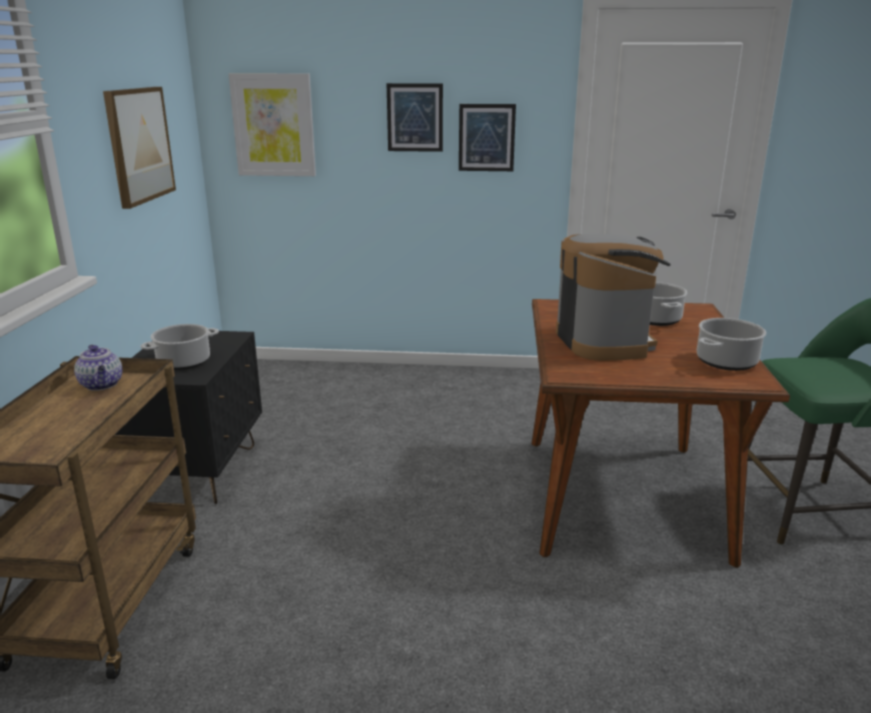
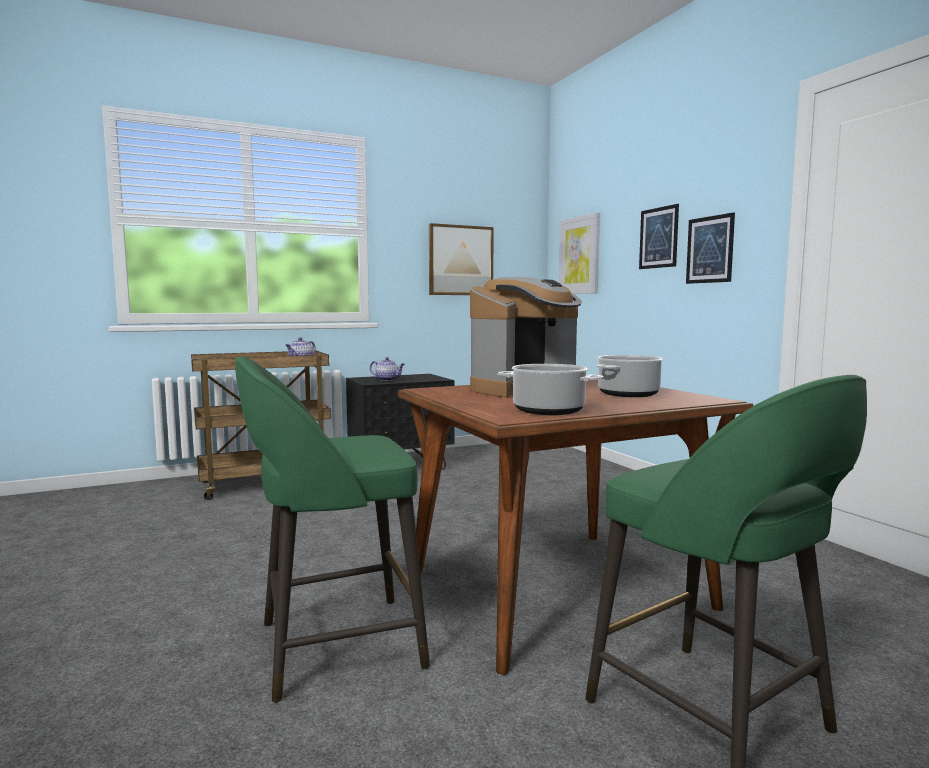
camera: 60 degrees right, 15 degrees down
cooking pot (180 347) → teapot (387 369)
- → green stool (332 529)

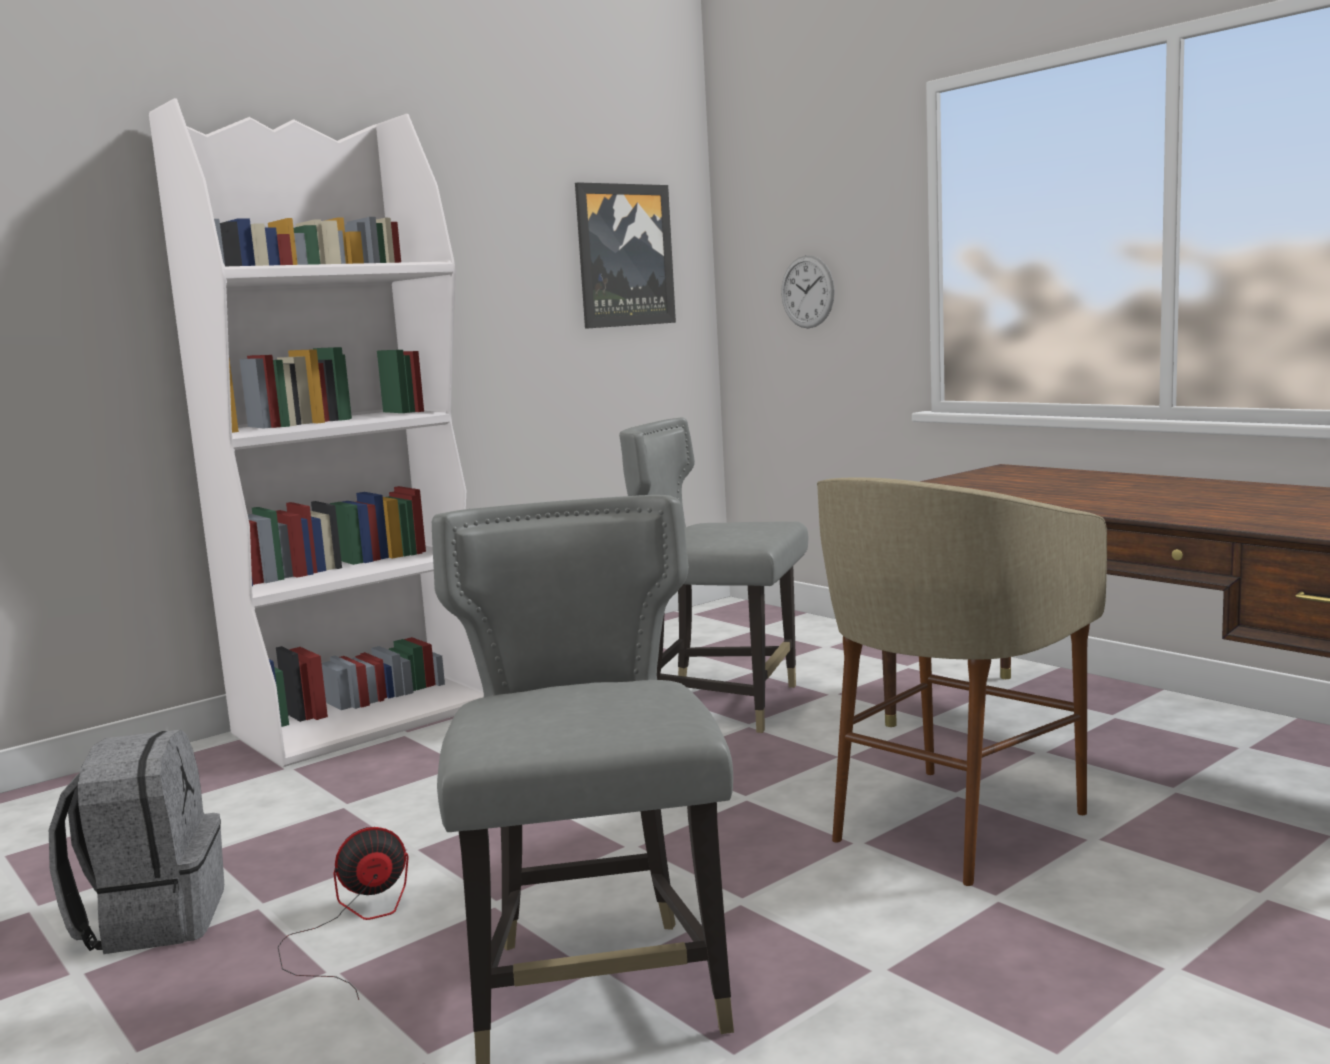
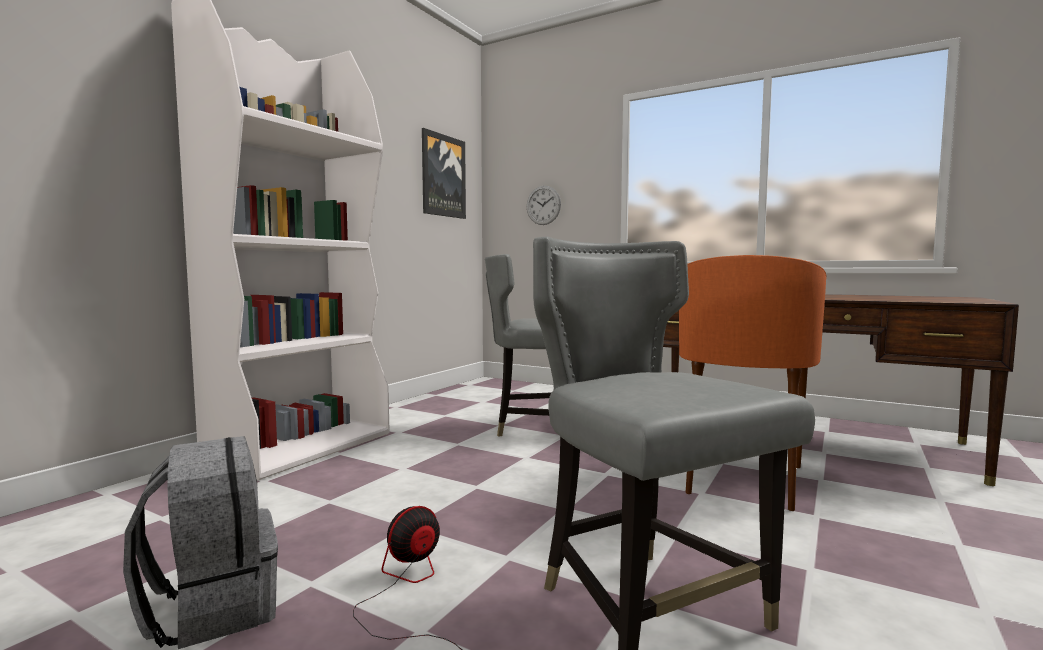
camera: 20 degrees left, 5 degrees down
beige stool (962 681) → orange stool (752 383)

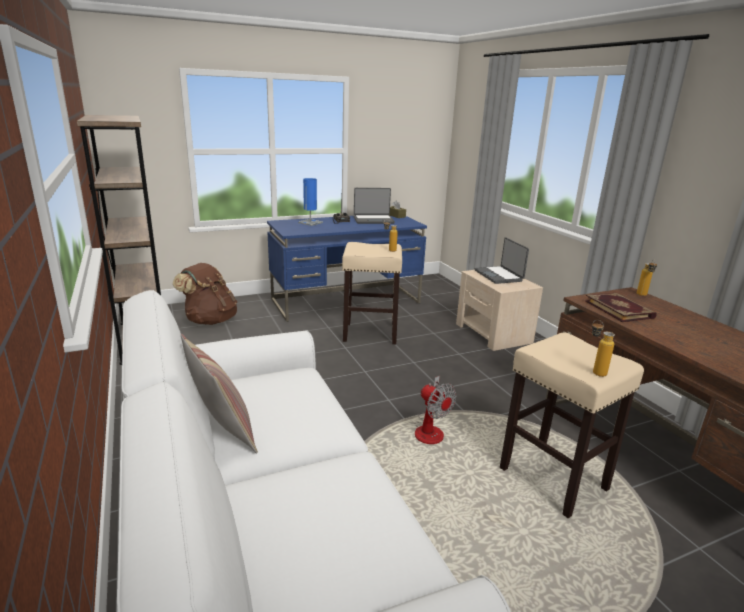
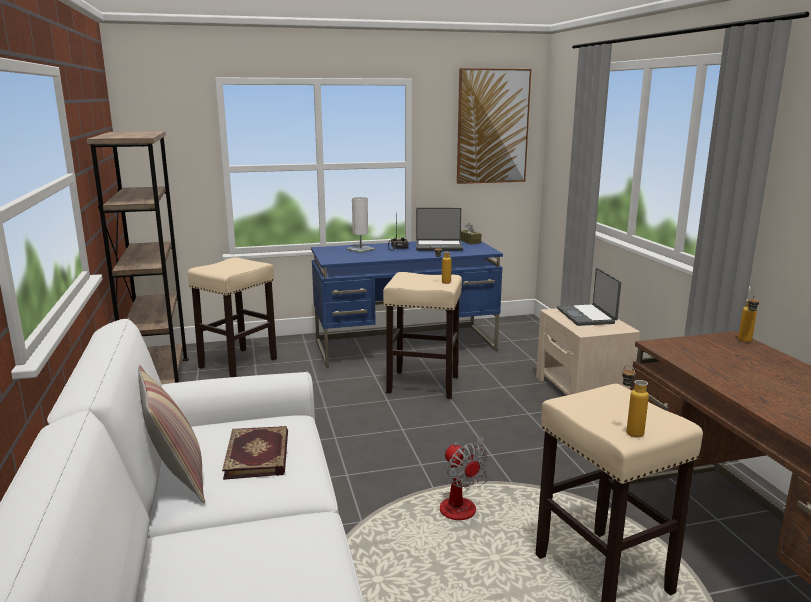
camera: 10 degrees right, 5 degrees down
brown backpack (205 294) → beige stool (232 317)
blue table lamp (310 202) → white table lamp (360 225)
book (620 307) → book (255 453), relocated
- → picture (494 126)

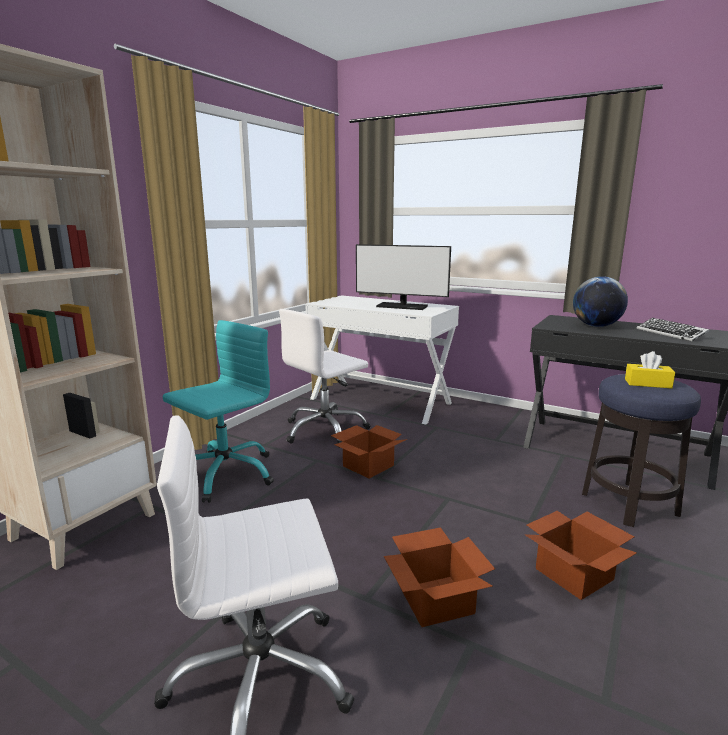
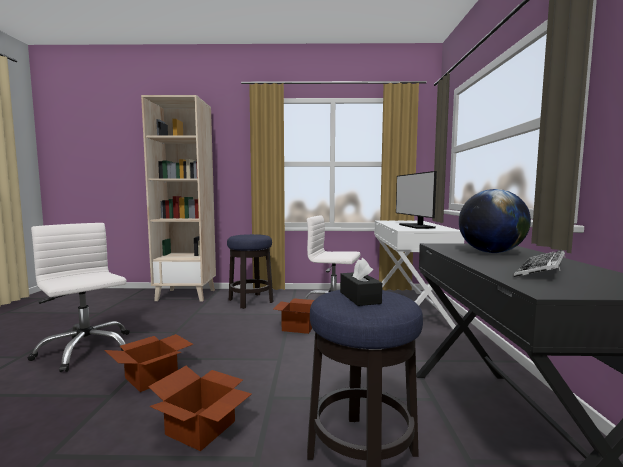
camera: 60 degrees right, 10 degrees down
turquoise office chair (218 411) → stool (250 271)
yellow tissue box (650 370) → black tissue box (361 282)

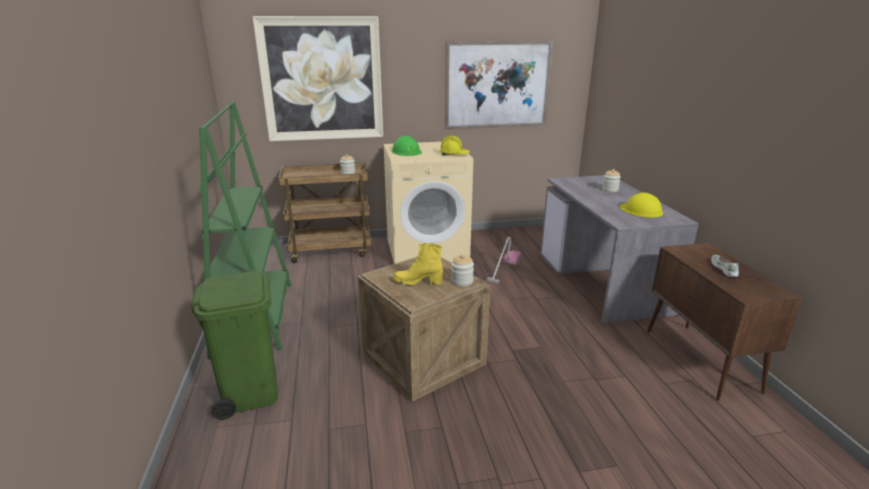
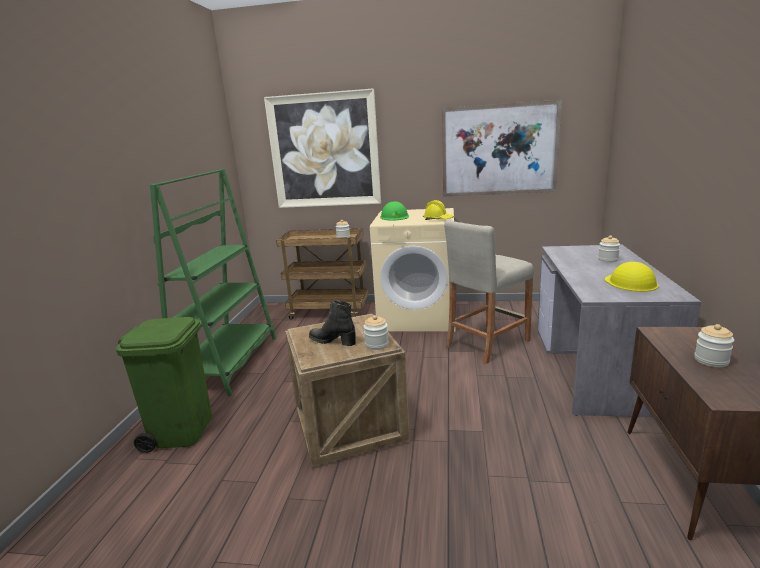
camera: 20 degrees right, 5 degrees down
yellow boot (418 264) → black boot (332 323)
vacuum cleaner (504 260) → beige stool (489 292)
white shoe (725 266) → jar (714 345)

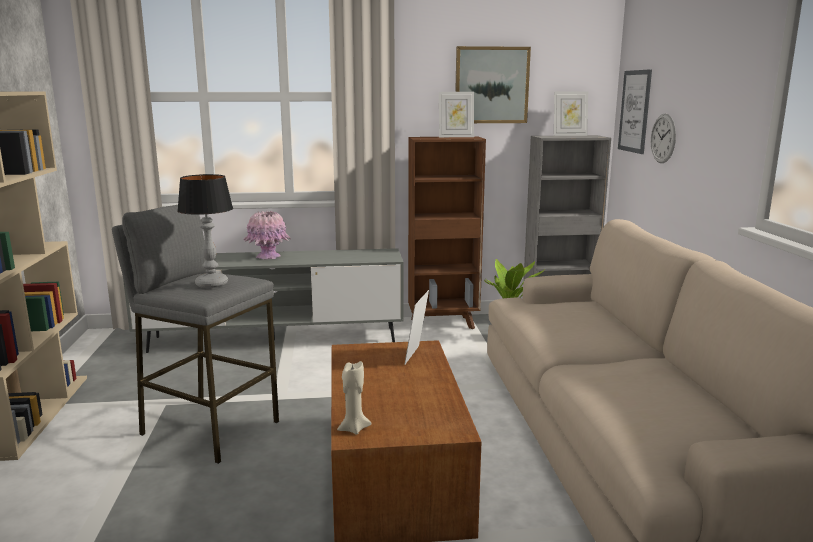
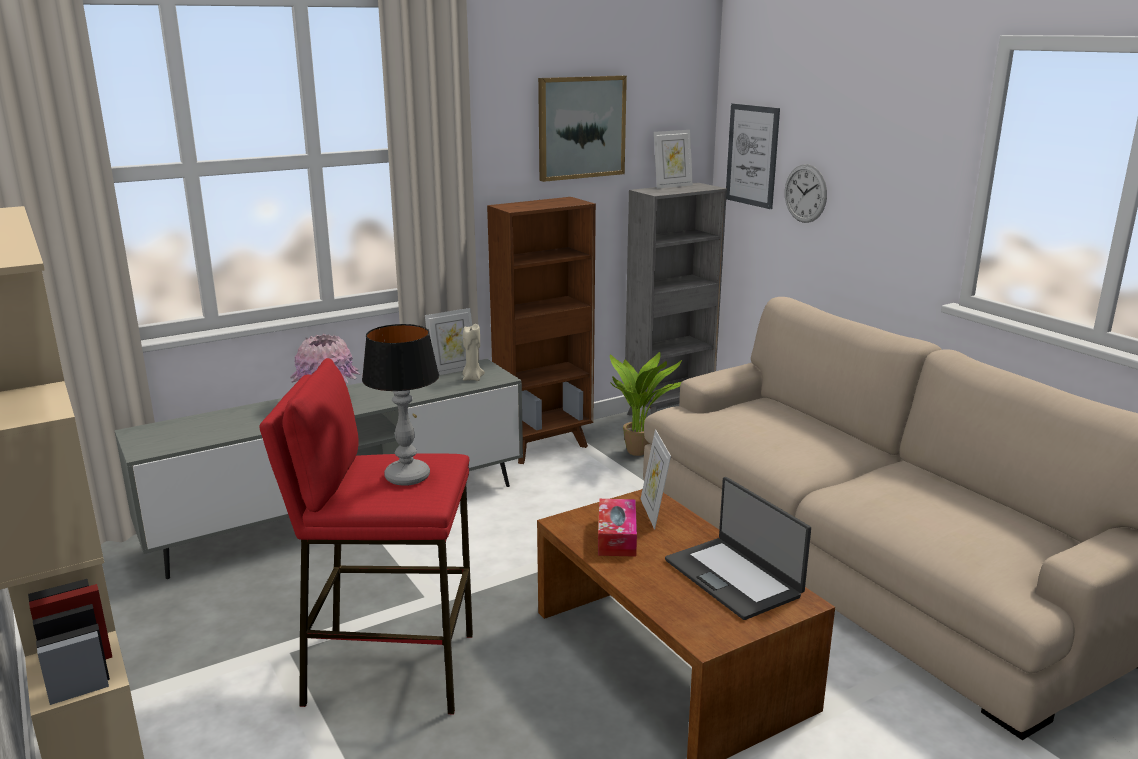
camera: 25 degrees left, 5 degrees up
grey stool (195 334) → red stool (366 536)
beige candle (354 398) → beige candle (474 352), relocated
picture frame (456 114) → picture frame (448 341), relocated
- → tissue box (617 528)
- → laptop (738 548)

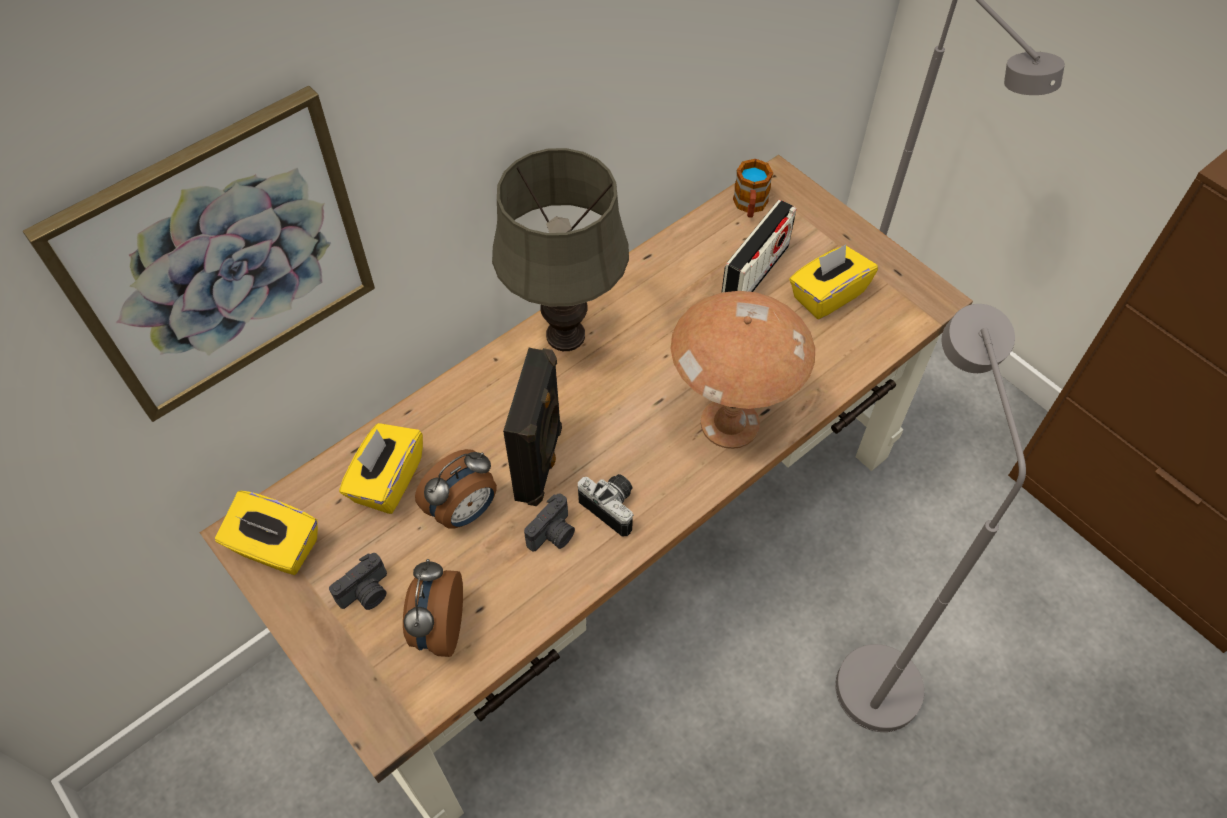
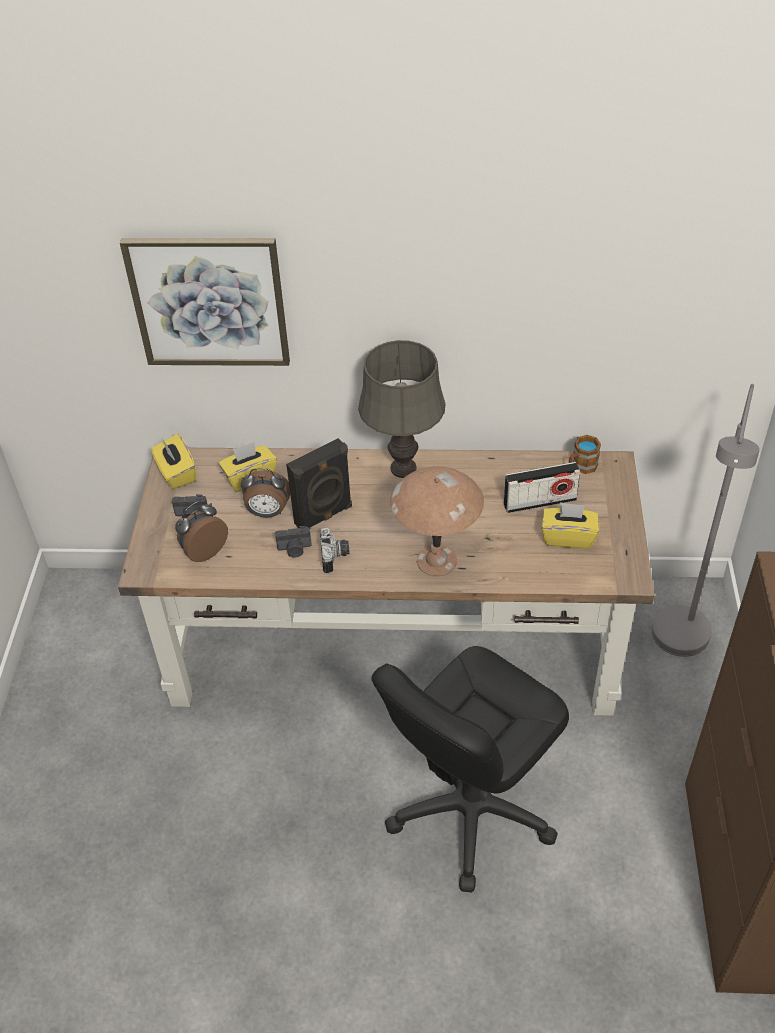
camera: 45 degrees right, 10 degrees down
grey floor lamp (930 518) → black office chair (470 769)

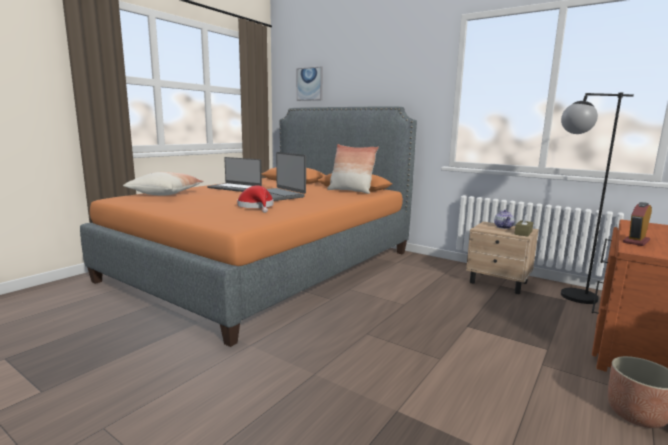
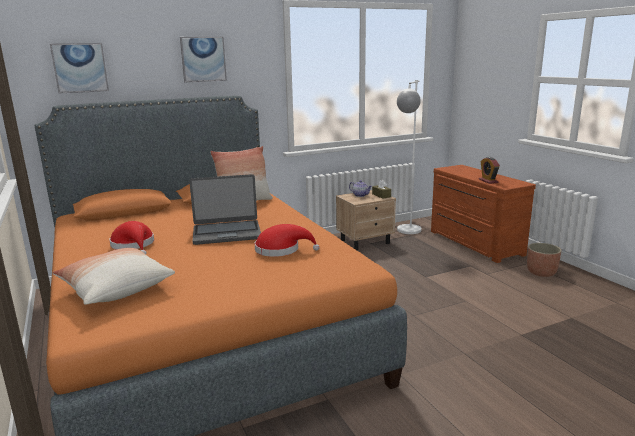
camera: 60 degrees left, 5 degrees up
laptop (234 174) → red hat (131 237)
black floor lamp (597 198) → white floor lamp (409 157)
- → picture (203 59)

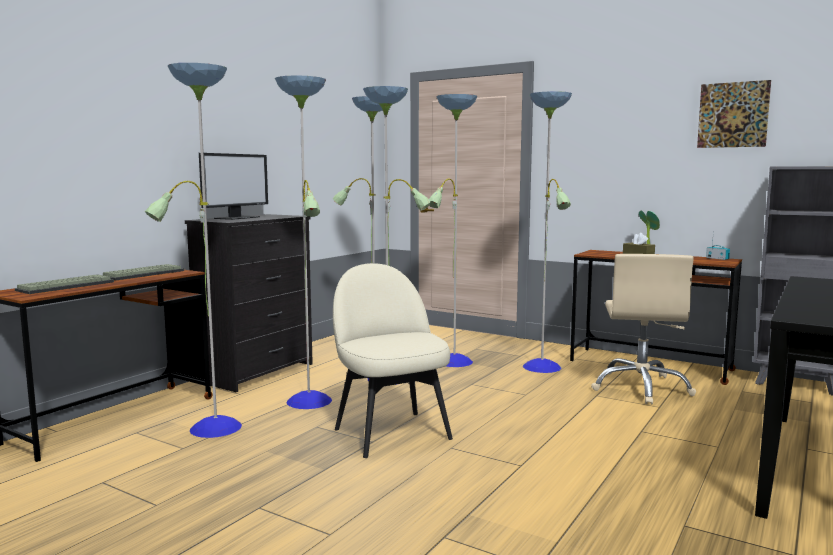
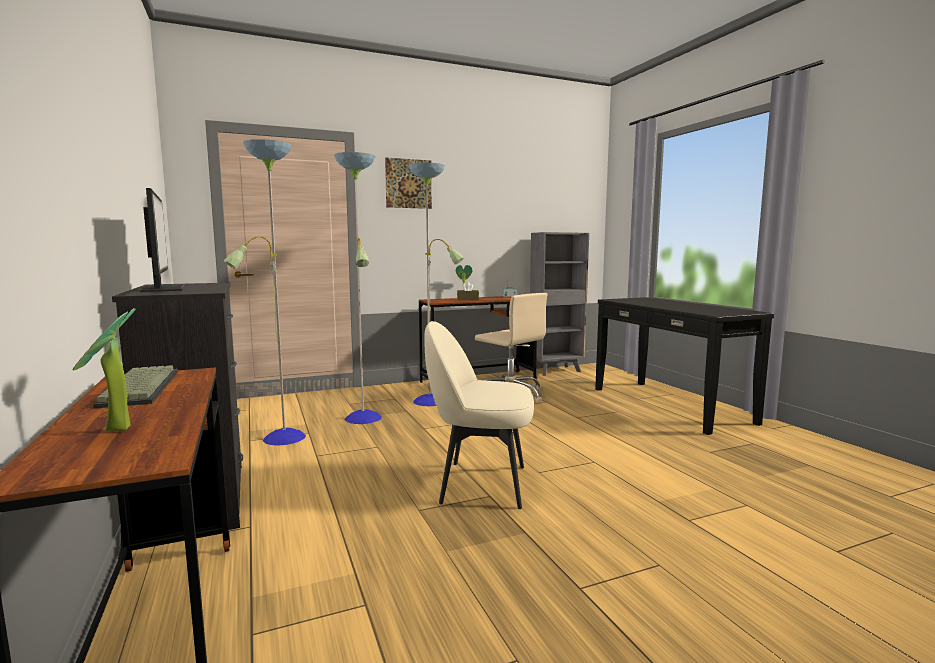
camera: 55 degrees left, 0 degrees up
keyboard (64 284) → potted plant (104 370)
floor lamp (288 250) → -
picture (734 114) → picture (408 183), relocated

